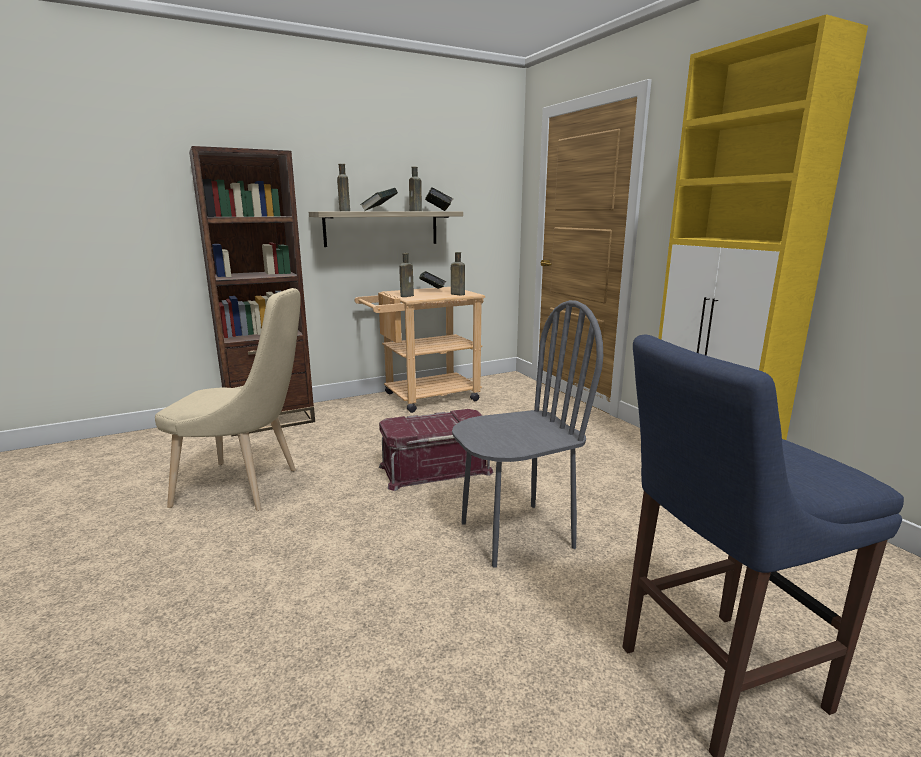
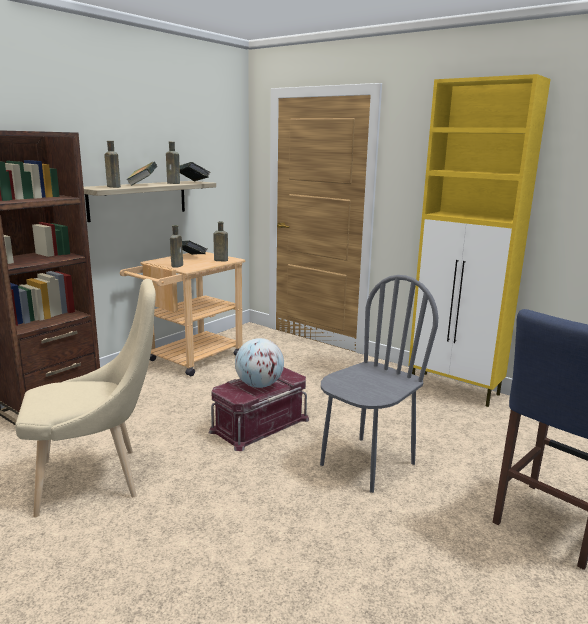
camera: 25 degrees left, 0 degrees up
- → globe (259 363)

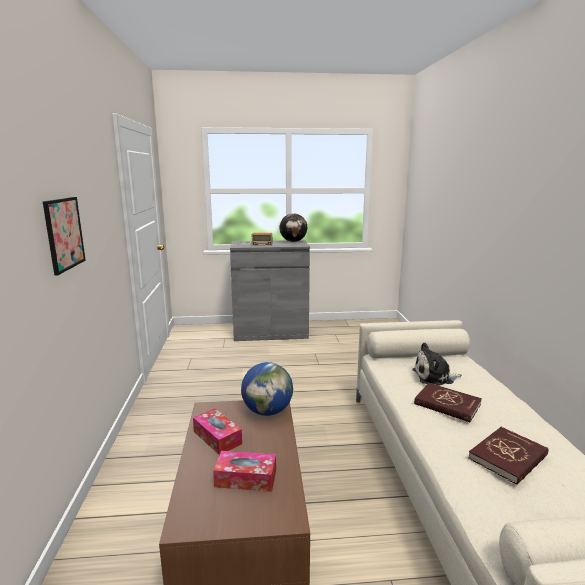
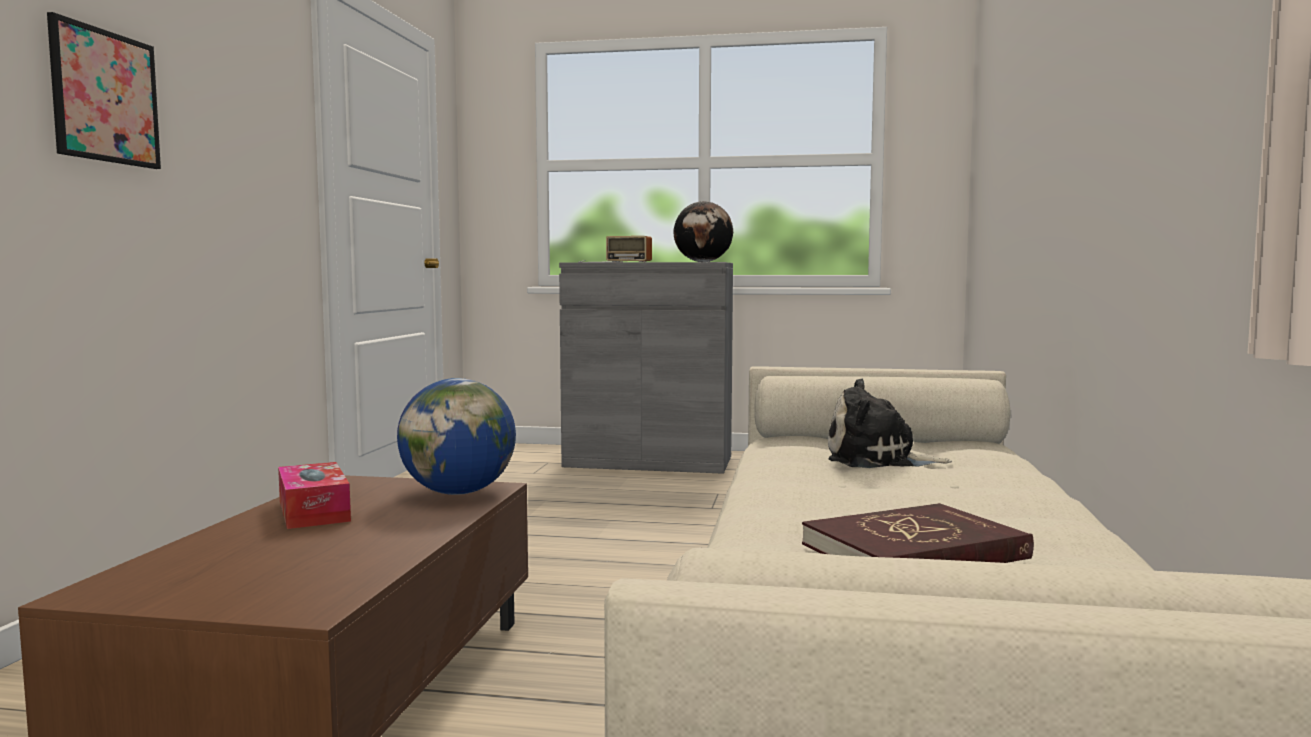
camera: 15 degrees right, 10 degrees down
tissue box (244 471) → -
red book (448 402) → -

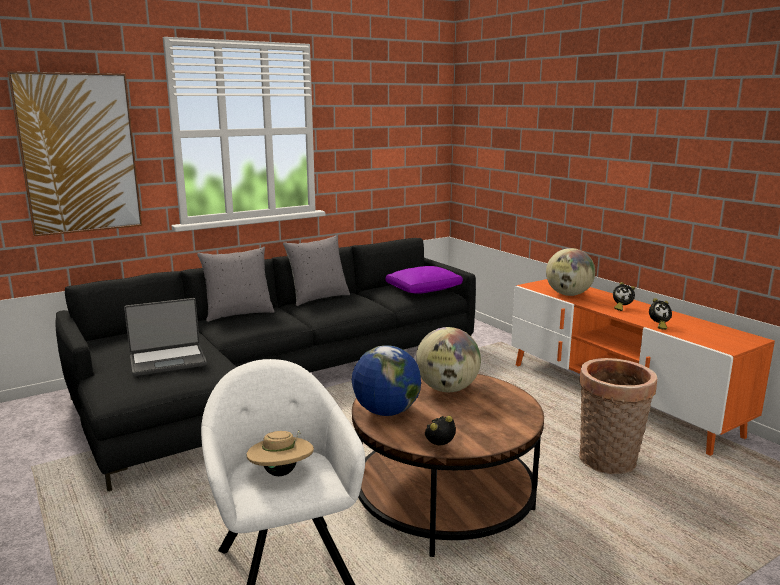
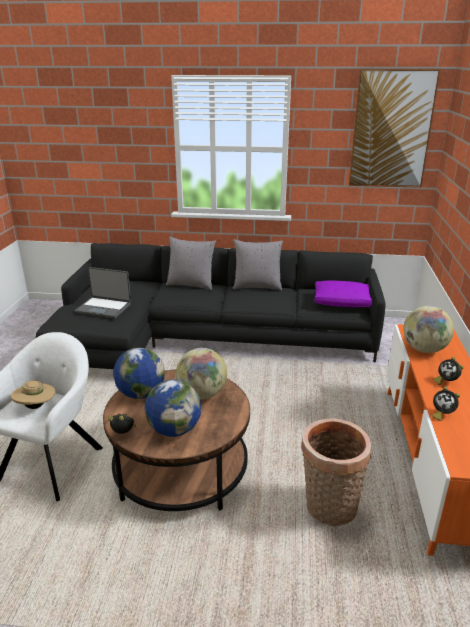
camera: 40 degrees right, 10 degrees up
picture (75 154) → picture (394 128), relocated
- → globe (173 408)

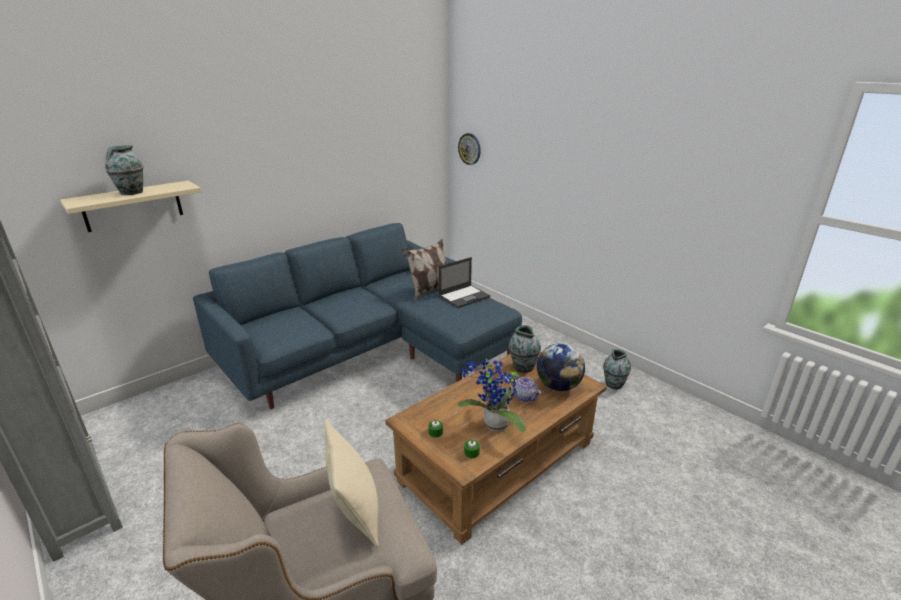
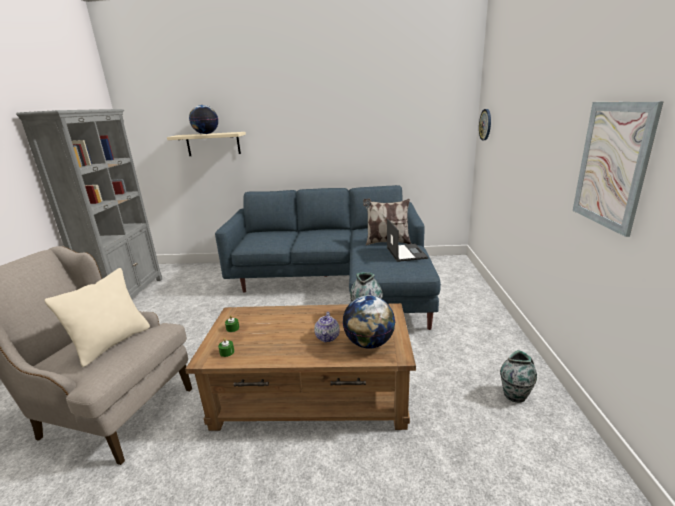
camera: 45 degrees right, 5 degrees down
vase (124 170) → globe (203 119)
laptop (464 282) → laptop (407 240), 105 degrees counterclockwise
potted plant (492 395) → -
- → picture (618 169)

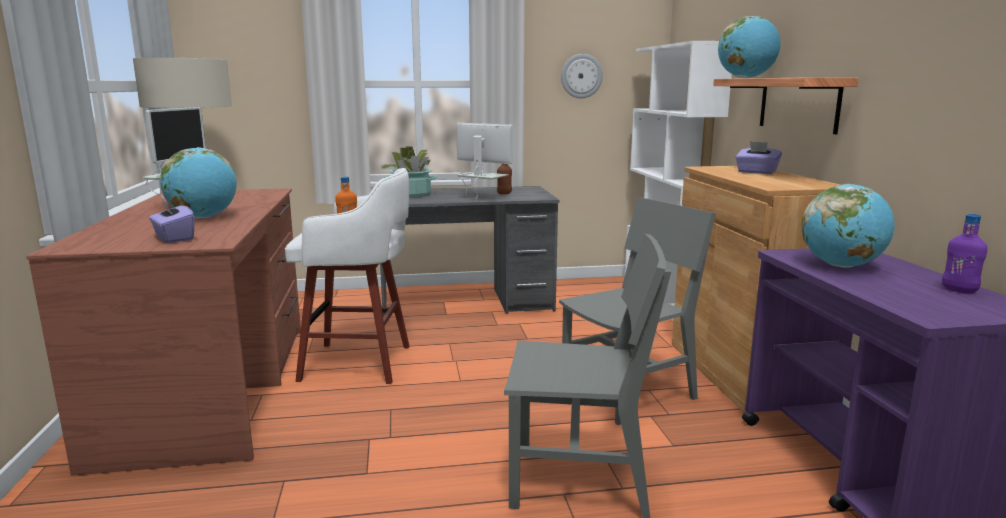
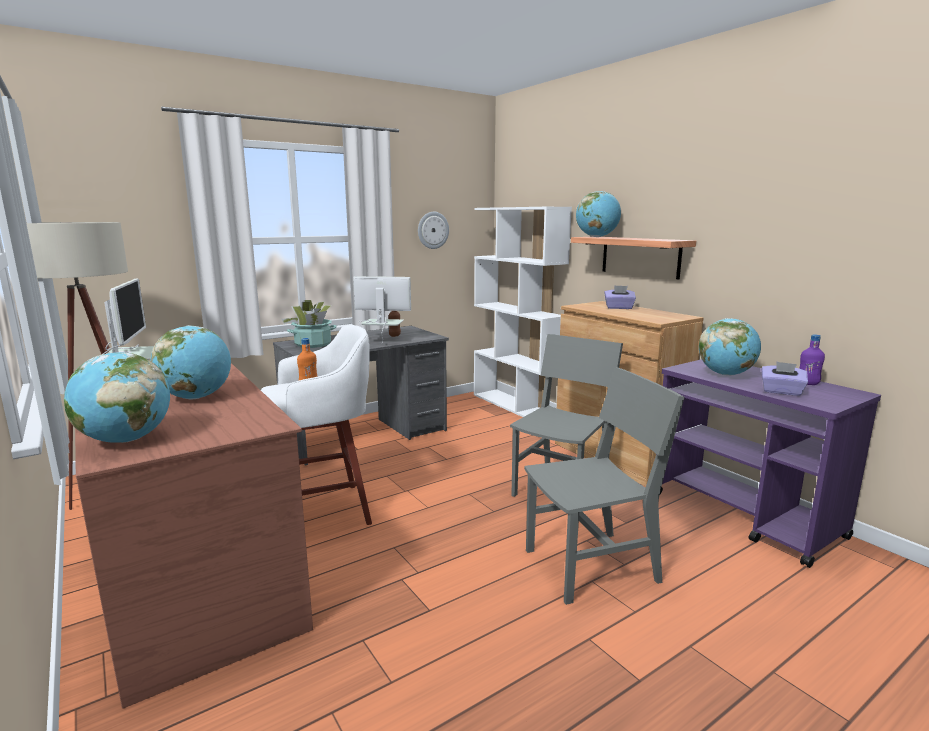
camera: 25 degrees left, 0 degrees up
purple tissue box (172 221) → purple tissue box (785 379), relocated
- → globe (117 397)

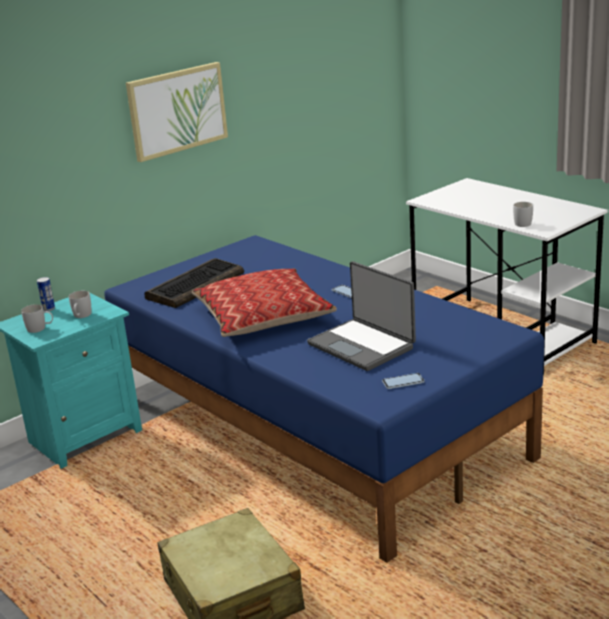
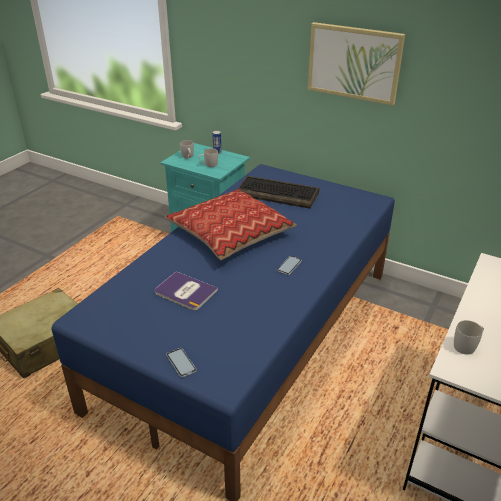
camera: 70 degrees right, 10 degrees up
laptop (361 316) → book (186 291)
phone (403 381) → phone (181 362), relocated

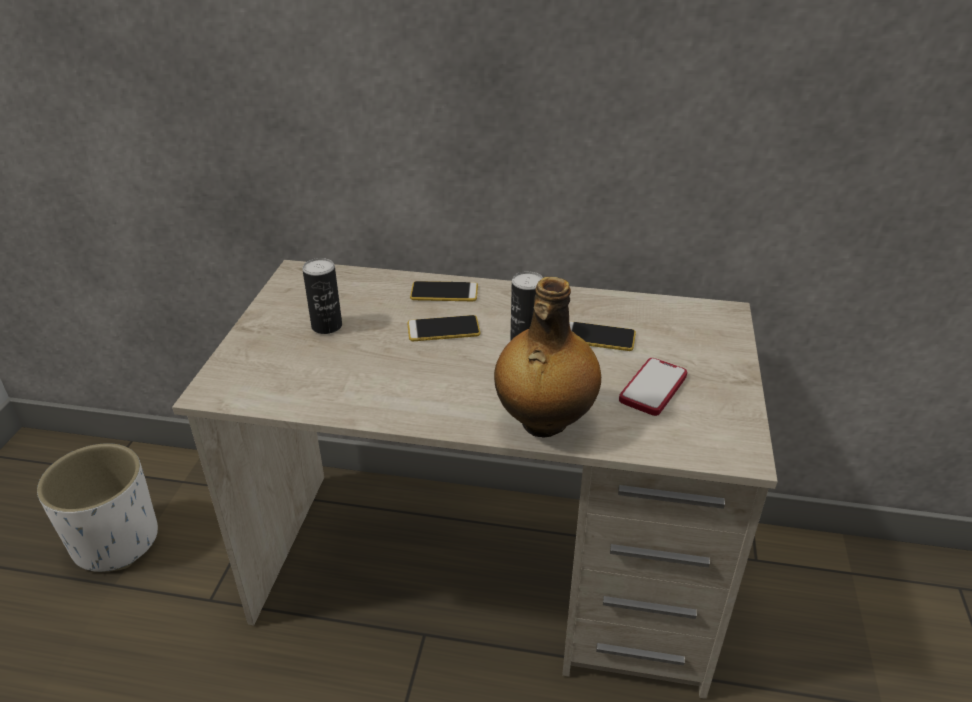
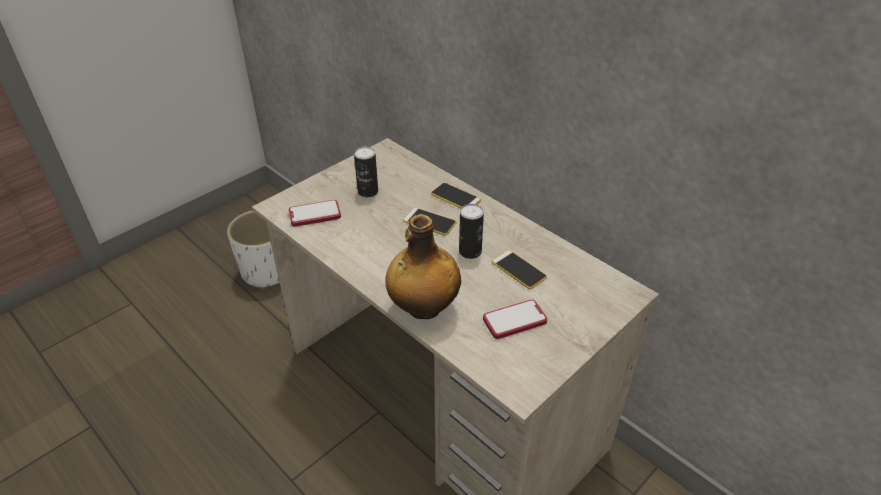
camera: 35 degrees right, 5 degrees up
- → phone (315 213)

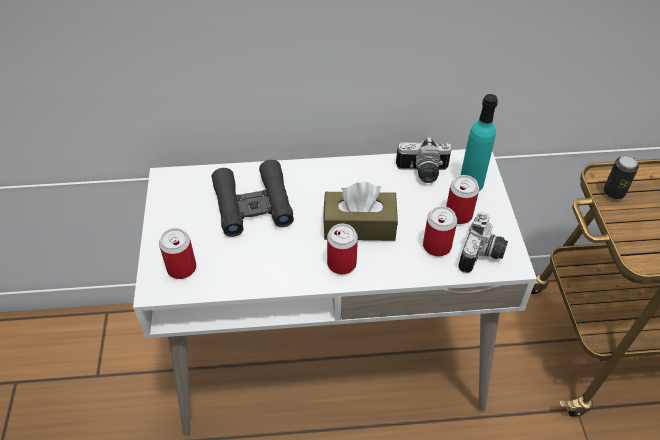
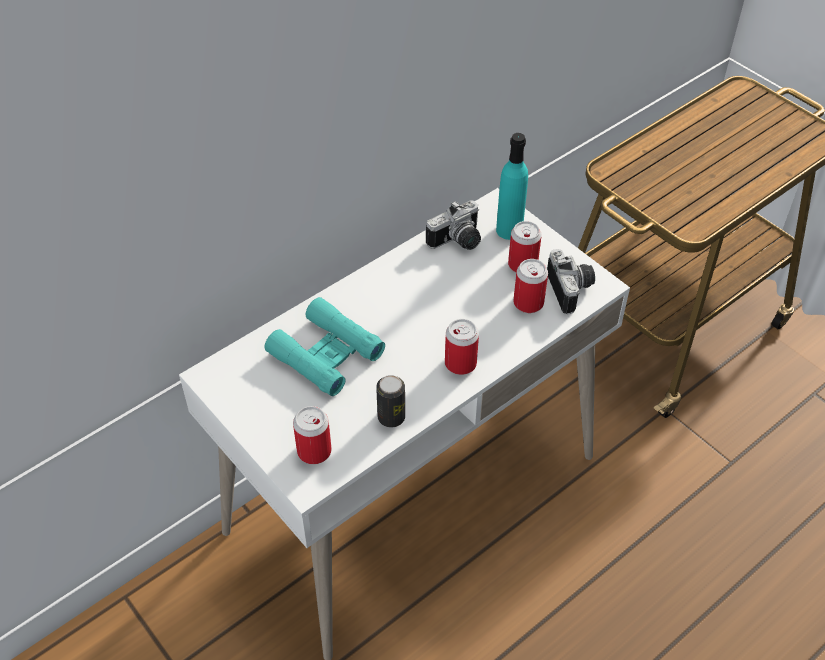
camera: 35 degrees left, 0 degrees up
black binoculars (253 198) → turquoise binoculars (325 346)
brown tissue box (360 211) → -
can (621 177) → can (390 401), relocated

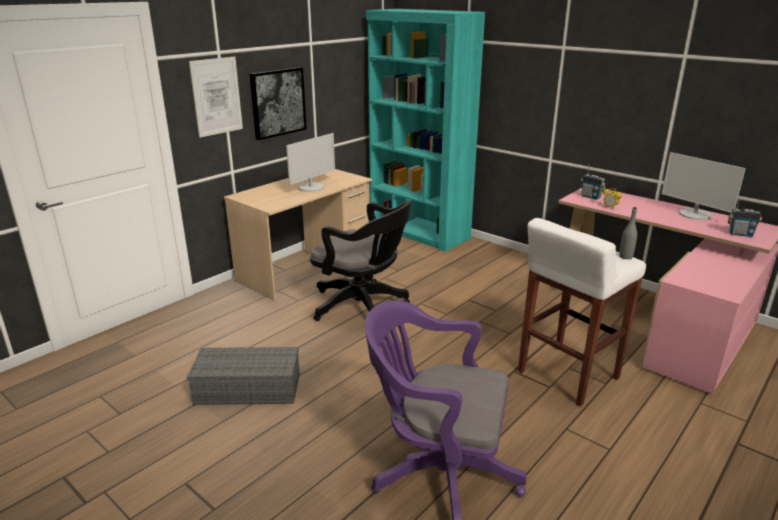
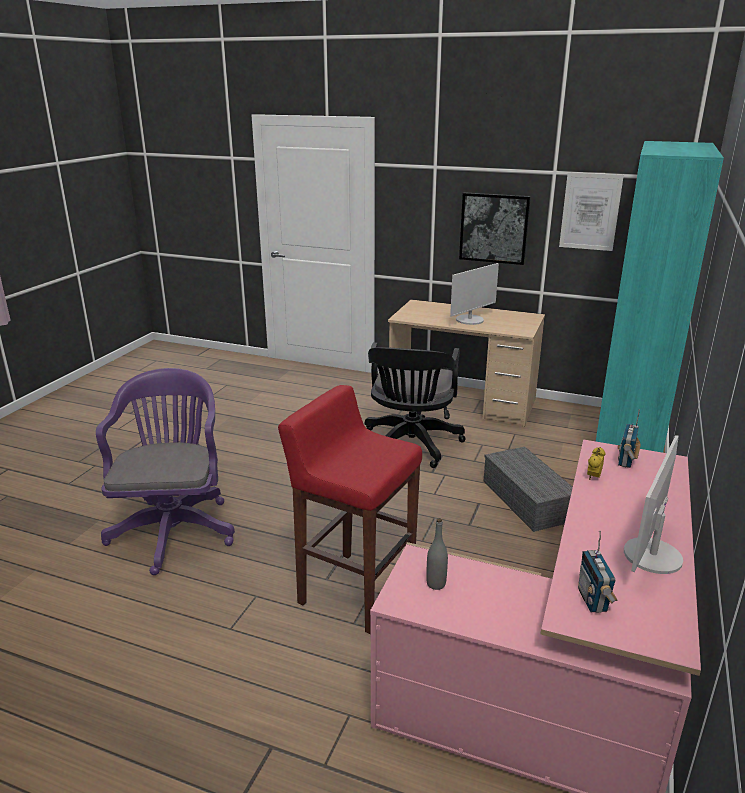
camera: 70 degrees right, 0 degrees up
grey storage box (243 376) → grey storage box (528 489), relocated
picture (216 97) → picture (591 211), relocated
monitor (310 162) → monitor (474 294), 60 degrees counterclockwise
white stool (582 312) → red stool (350 509)
grey bottle (628 233) → grey bottle (437 554), relocated

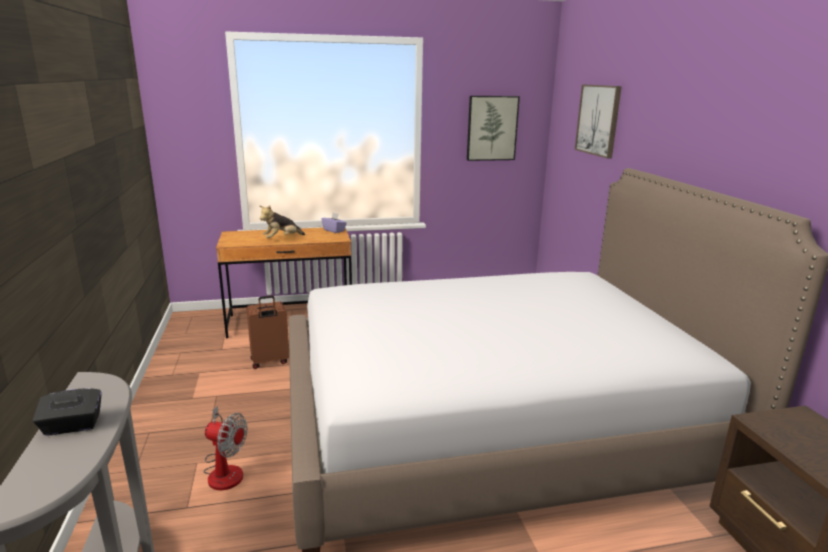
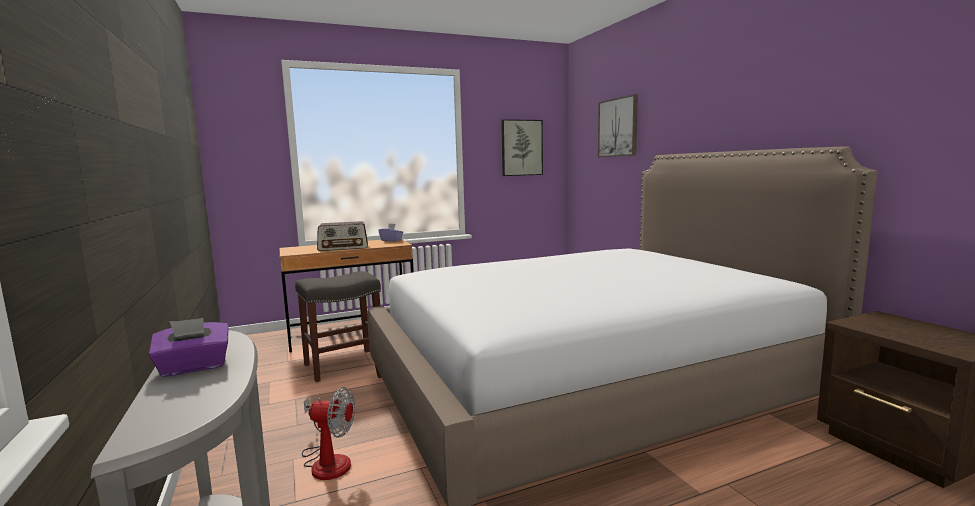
camera: 10 degrees left, 10 degrees down
black tissue box (67 412) → purple tissue box (189 347)
brown suitcase (267 332) → grey stool (338 326)
plush toy (282 221) → radio (342 236)

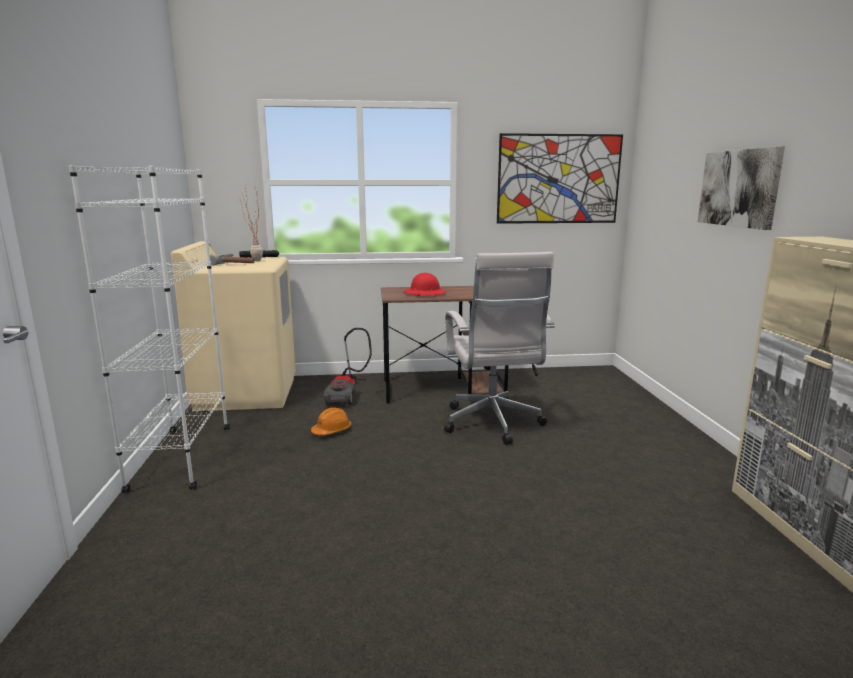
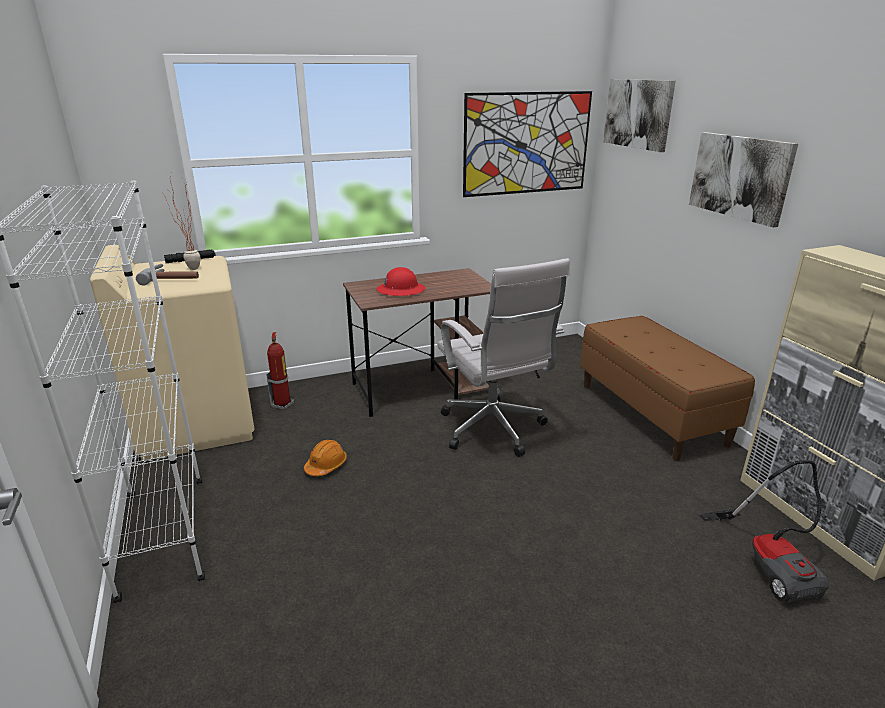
camera: 15 degrees left, 10 degrees up
vacuum cleaner (348 366) → vacuum cleaner (764 532), relocated
- → fire extinguisher (280 371)
- → brown bench (667 388)
- → picture (639 115)

